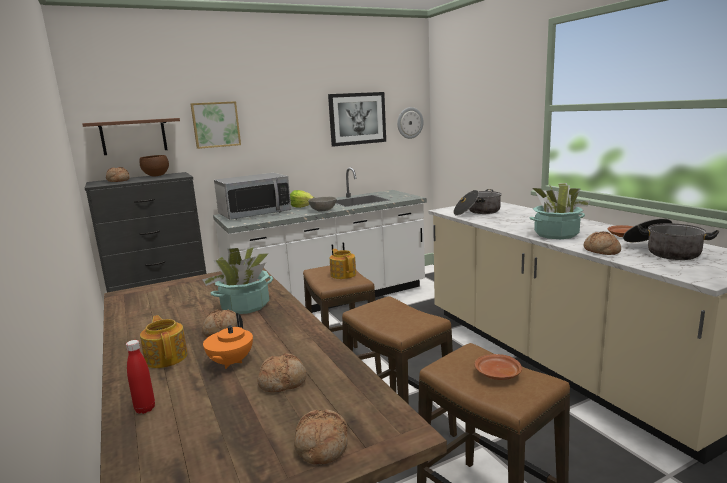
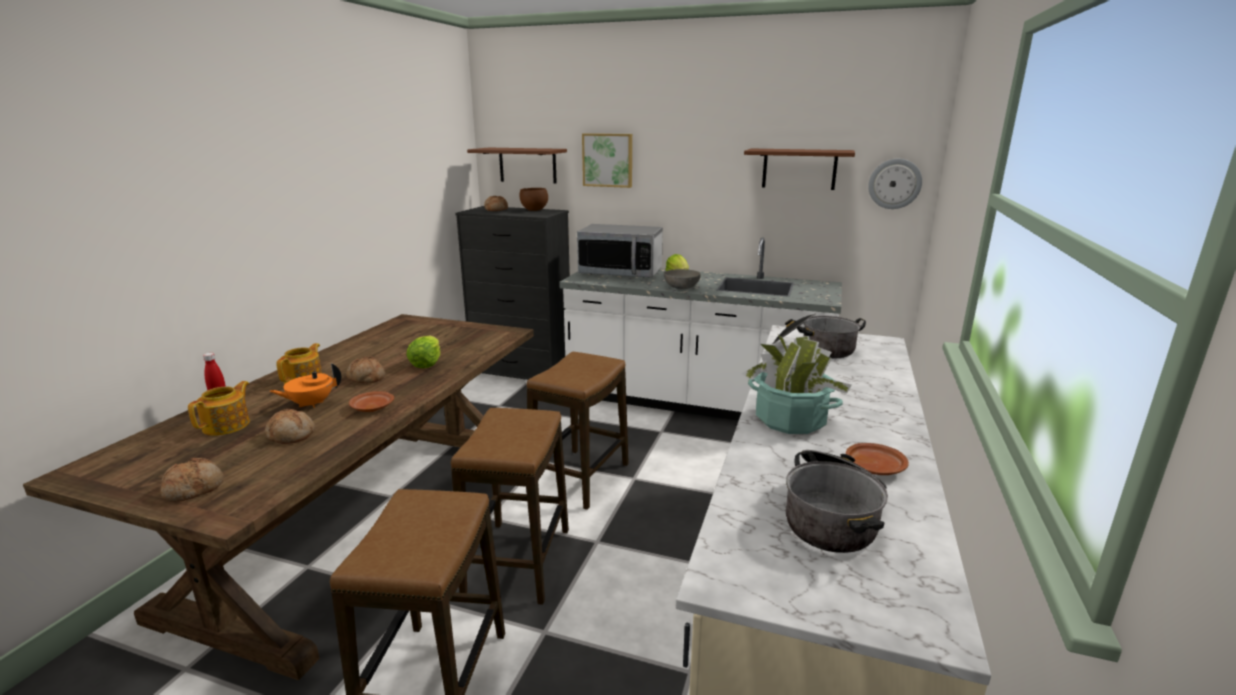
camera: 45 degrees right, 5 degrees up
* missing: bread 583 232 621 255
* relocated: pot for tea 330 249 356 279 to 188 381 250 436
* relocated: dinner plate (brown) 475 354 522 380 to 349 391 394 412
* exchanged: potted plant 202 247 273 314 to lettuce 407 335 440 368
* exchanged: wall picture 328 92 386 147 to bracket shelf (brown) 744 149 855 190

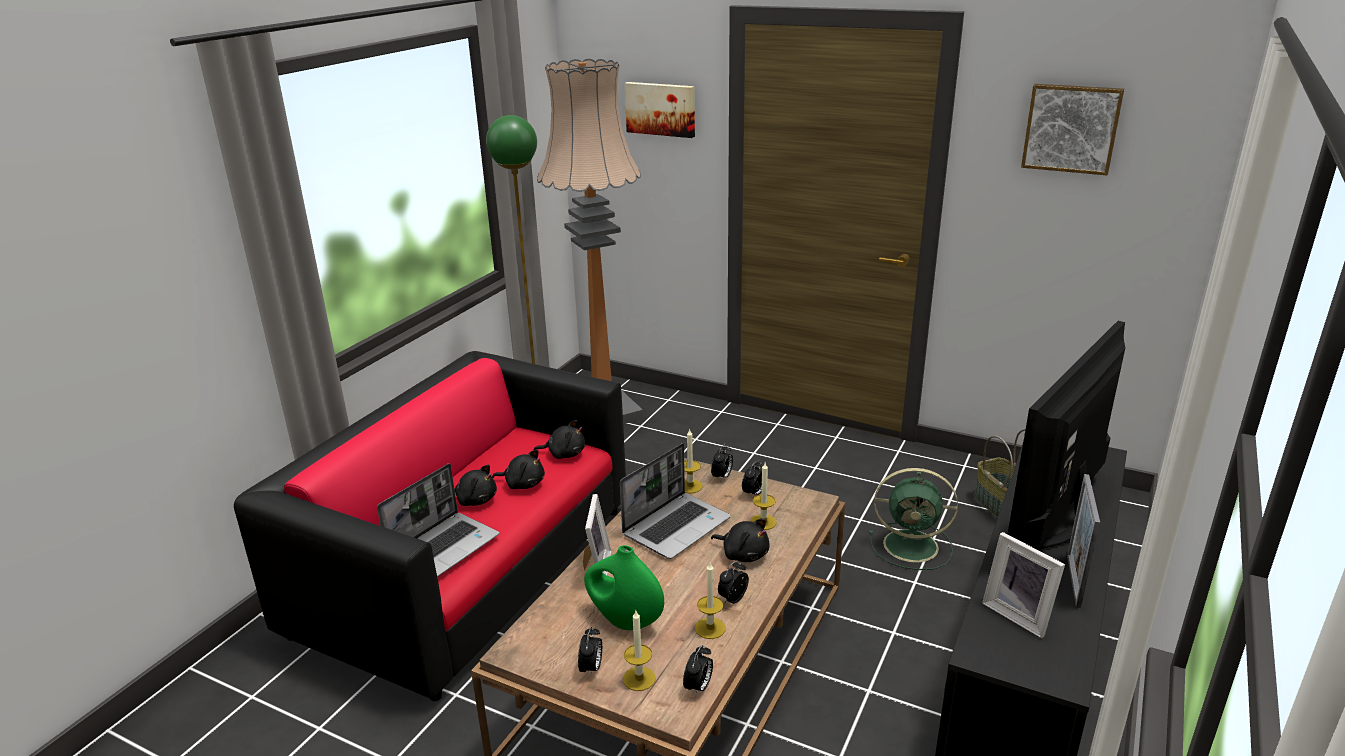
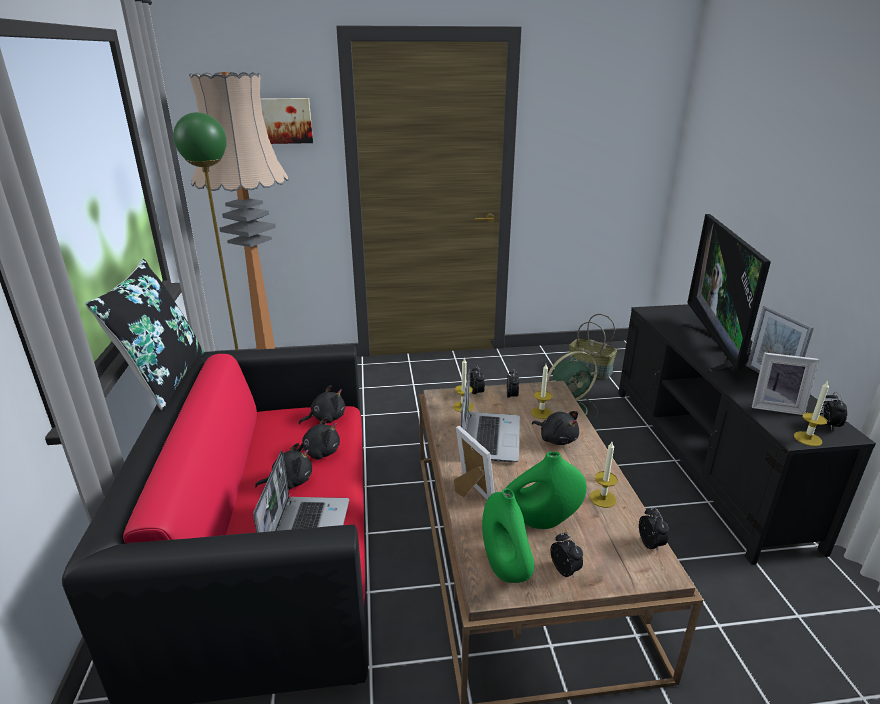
camera: 35 degrees left, 0 degrees up
* missing: wall picture 1021 84 1124 175
* appeared: throw pillow (black-coloured) 85 259 204 411
* appeared: decorative vase (green) 482 488 534 583
* relocated: wax candle 623 611 656 691 to 794 381 829 446
* relocated: alarm clock 718 560 749 604 to 820 392 847 430
* spun: cuddly toy (black-coloured) 711 519 770 562 = 532 411 579 445 45 degrees clockwise

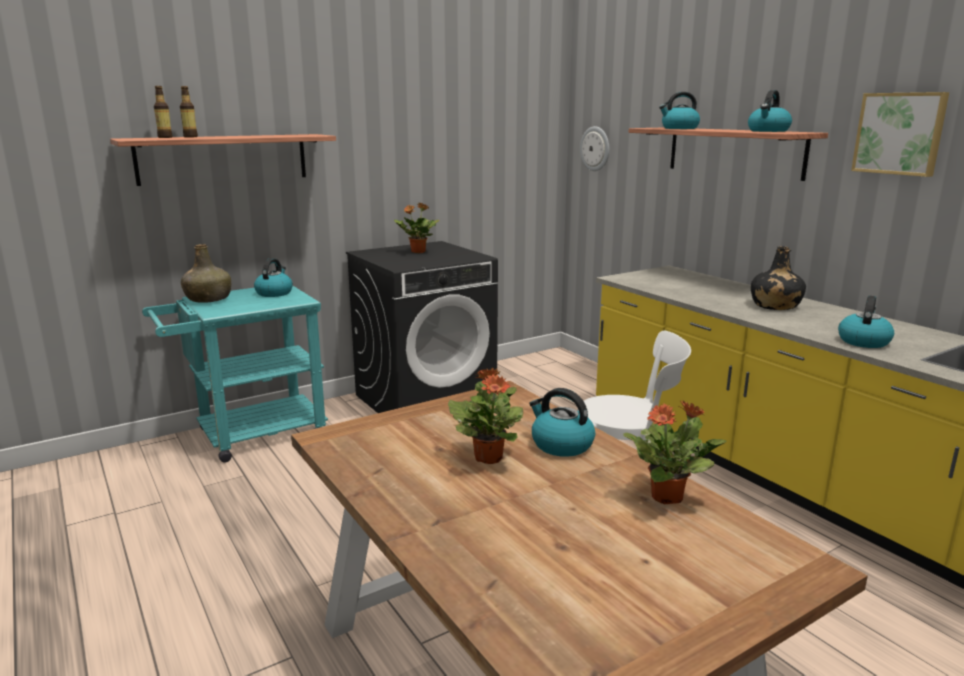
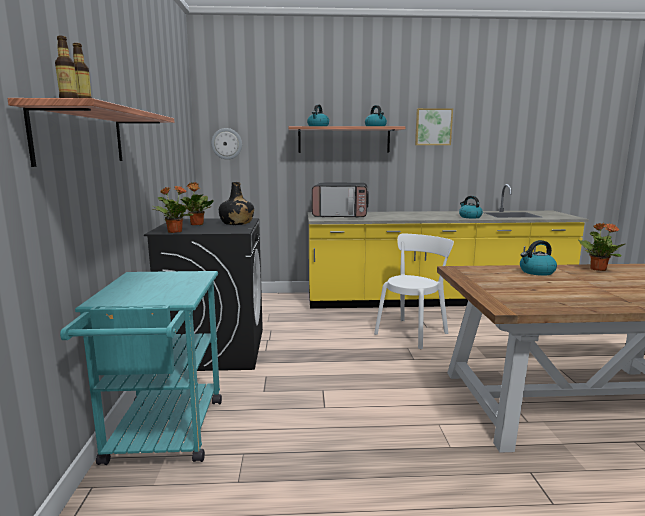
camera: 60 degrees left, 5 degrees down
* missing: bottle (green) 181 244 231 303
* missing: water kettle 254 258 293 297
* appeared: microwave 312 182 369 218
* relocated: potted plant 448 368 523 464 to 153 186 193 233
* relocated: bottle (black-coloured) 751 246 806 310 to 219 182 254 225

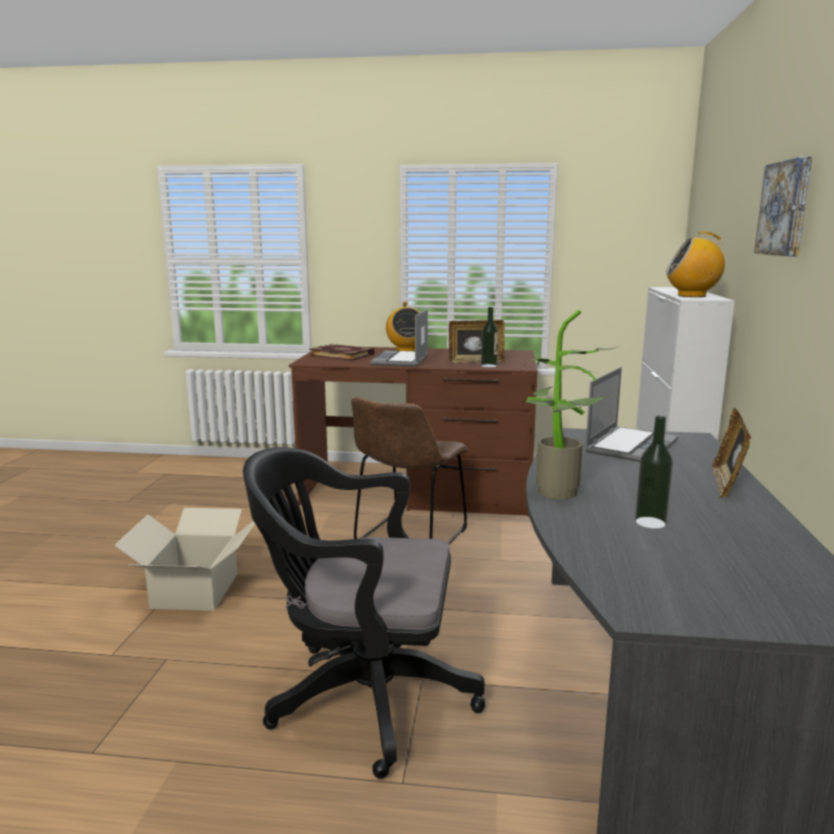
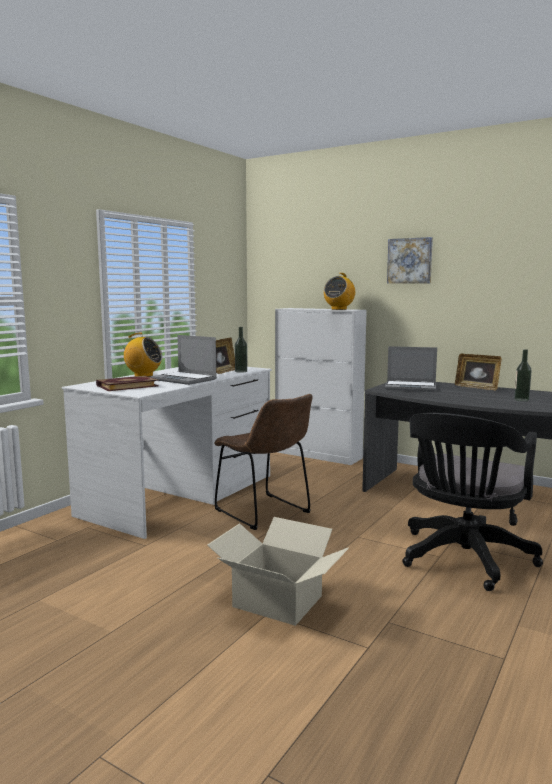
camera: 65 degrees left, 5 degrees down
* missing: potted plant 522 310 619 499
* colour: desk (brown) 289 346 538 517 to desk (whitish) 62 367 272 539
* spun: notebook computer 585 367 678 462 = 385 346 437 392 135 degrees clockwise

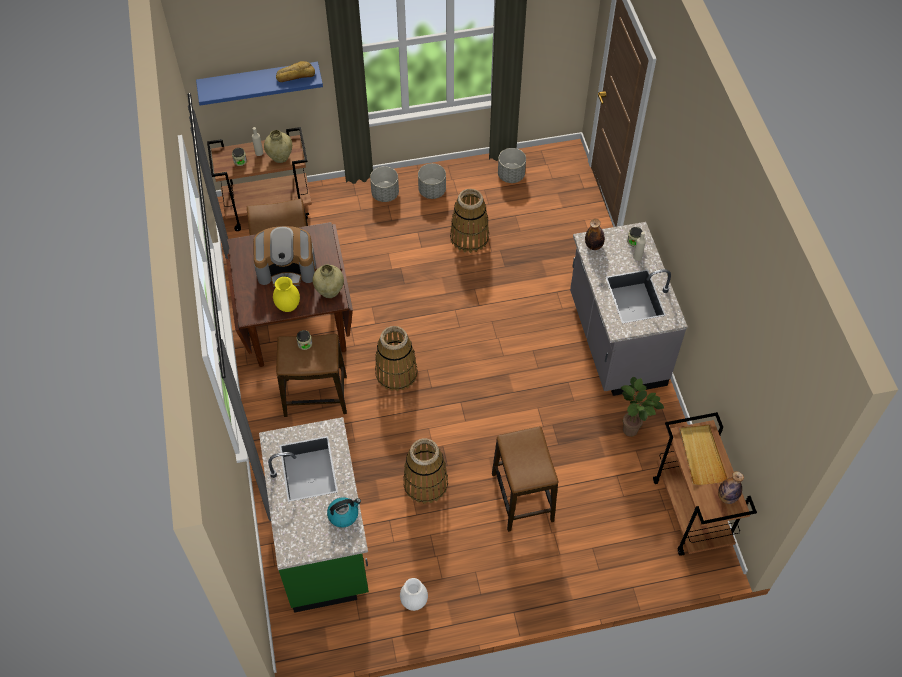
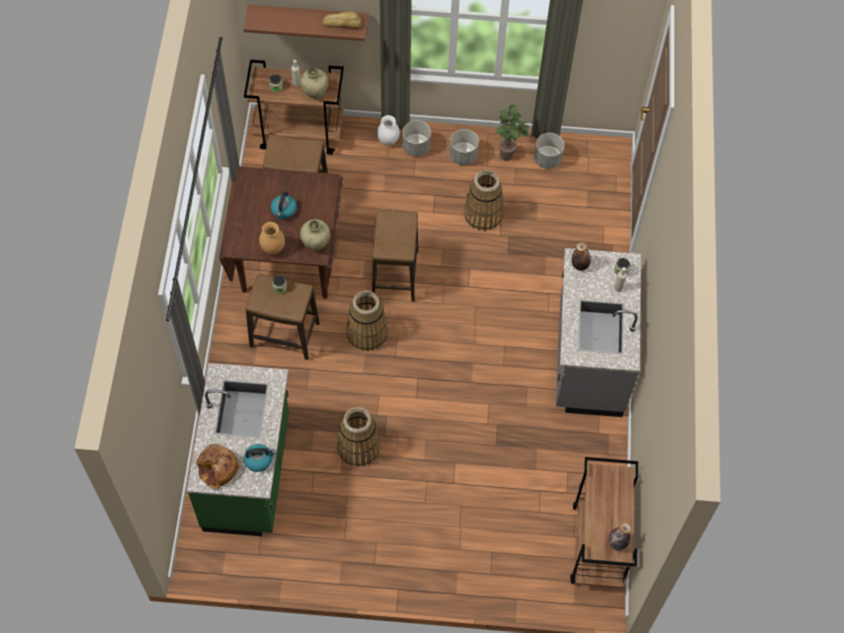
camera: 15 degrees right, 5 degrees up
* missing: tray (beige-coloured) 679 424 728 485
* appeared: bread 196 444 240 490
* relocated: decorative vase (whitish) 400 578 428 611 to 377 115 400 146
* relocated: stool 492 426 558 532 to 372 210 418 301
* relocated: potted plant 621 377 664 437 to 495 105 530 161
* exchanged: coffee brewer 253 226 316 287 to water kettle 271 191 297 219
* colour: bracket shelf (blue) 196 62 323 106 to bracket shelf (brown) 243 4 368 41
* colour: decorative vase (yellowish) 273 277 300 312 to decorative vase (brown) 259 222 285 255

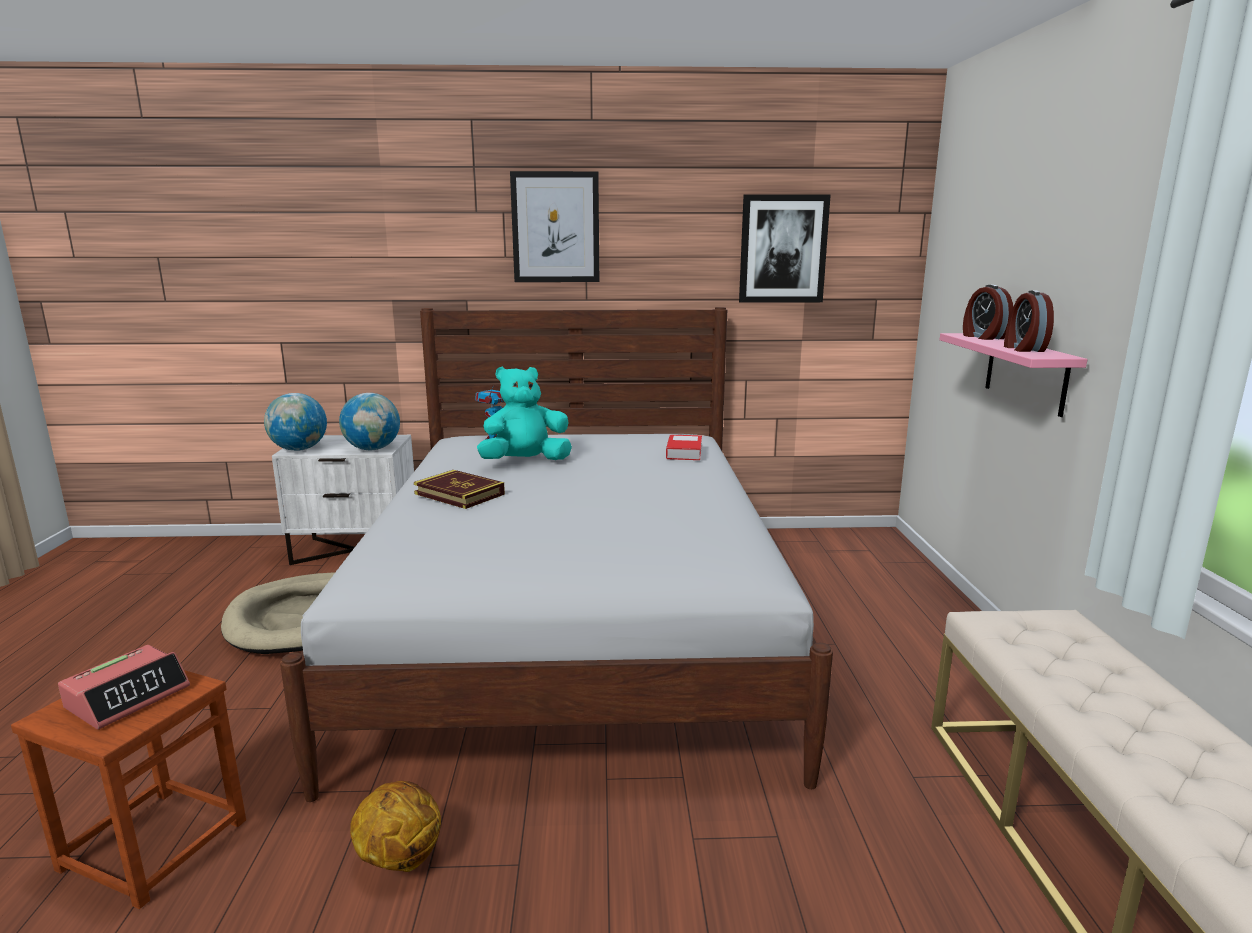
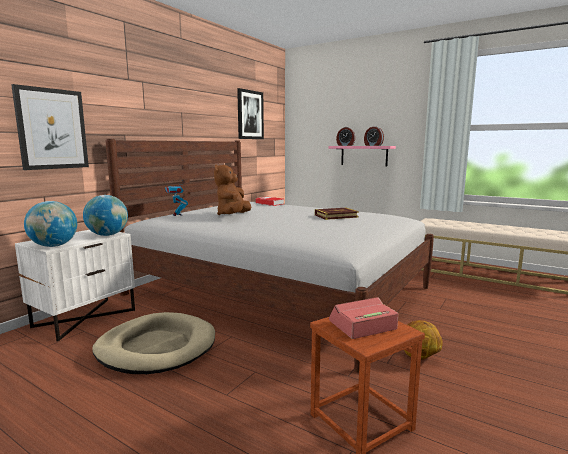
camera: 55 degrees left, 5 degrees down
* relocated: book 414 470 505 509 to 315 208 359 220
* relocated: wall picture 510 171 599 282 to 11 84 89 170
* colour: cuddly toy (blue-green) 477 367 572 460 to cuddly toy (brown) 214 164 251 215
* spun: alarm clock 58 645 190 729 = 329 297 398 339 90 degrees counterclockwise

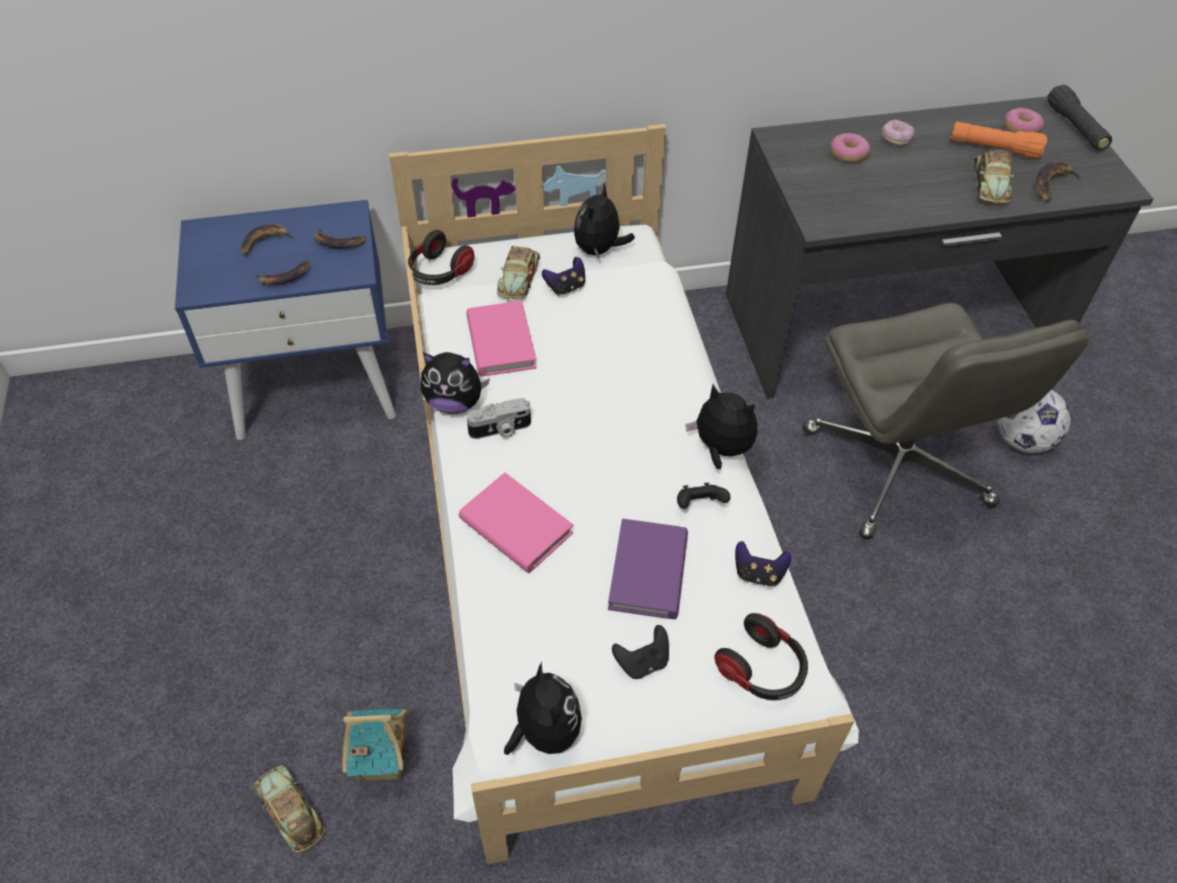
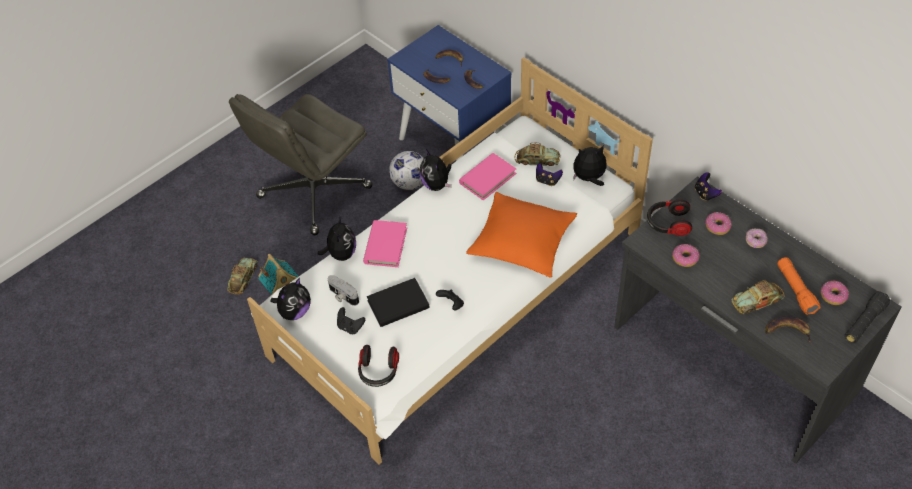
camera: 60 degrees right, 0 degrees up
* appeared: throw pillow (orangey) 466 192 577 278
* appeared: ring doughnut 672 244 700 267
* relocated: headphones 408 230 474 285 to 647 199 692 236
* relocated: photo camera 466 398 531 439 to 328 275 359 306
* relocated: cuddly toy 686 384 758 469 to 318 217 356 261
* relocated: game controller 735 541 791 587 to 695 172 722 201
* relocated: desk chair (gray) 803 303 1089 539 to 229 94 373 235
* relocated: football 998 390 1071 453 to 389 151 424 190
* colour: book (purple-coloured) 608 519 688 619 to book (black-coloured) 367 278 430 327
* spun: model car 497 246 540 299 = 515 143 560 166 150 degrees counterclockwise

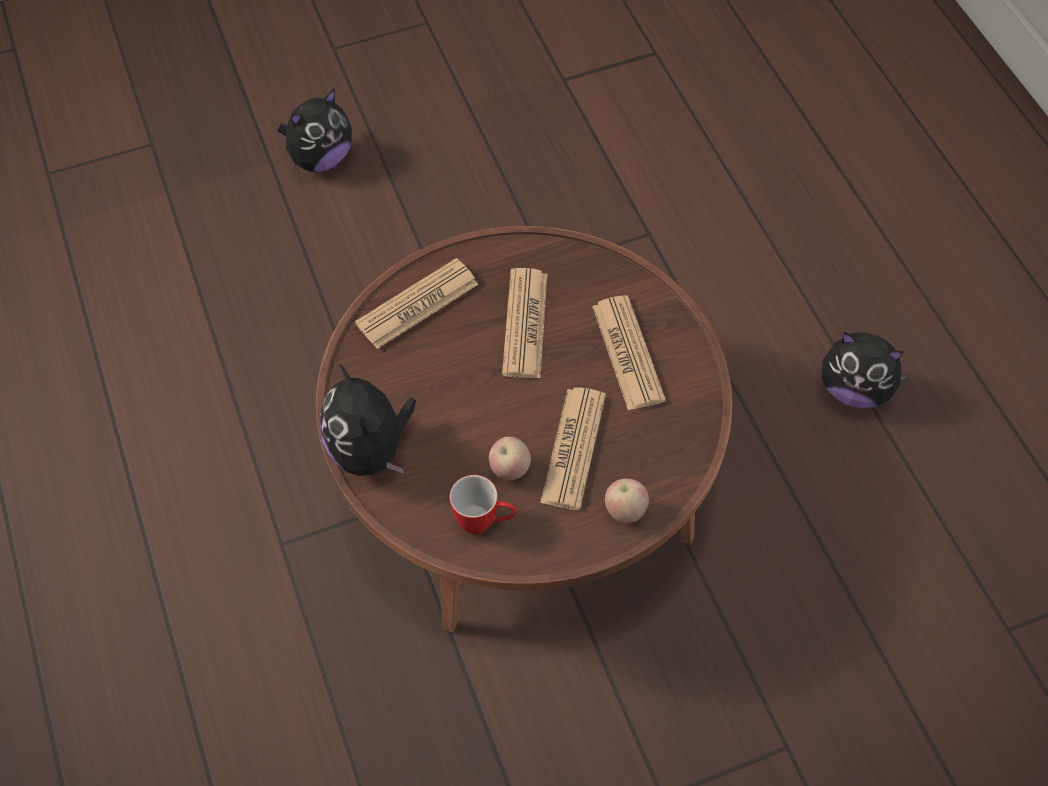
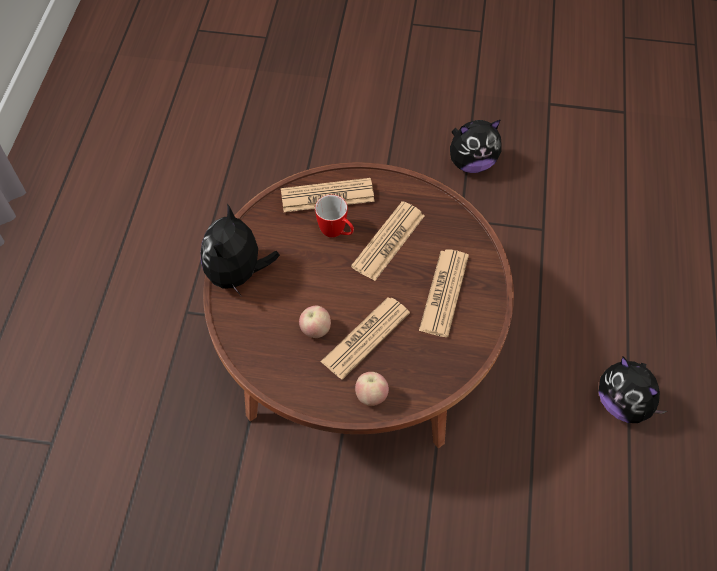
camera: 30 degrees right, 0 degrees up
* relocated: cuddly toy 278 88 352 172 to 450 119 502 173
* relocated: coffee mug 450 475 517 534 to 315 195 354 238

